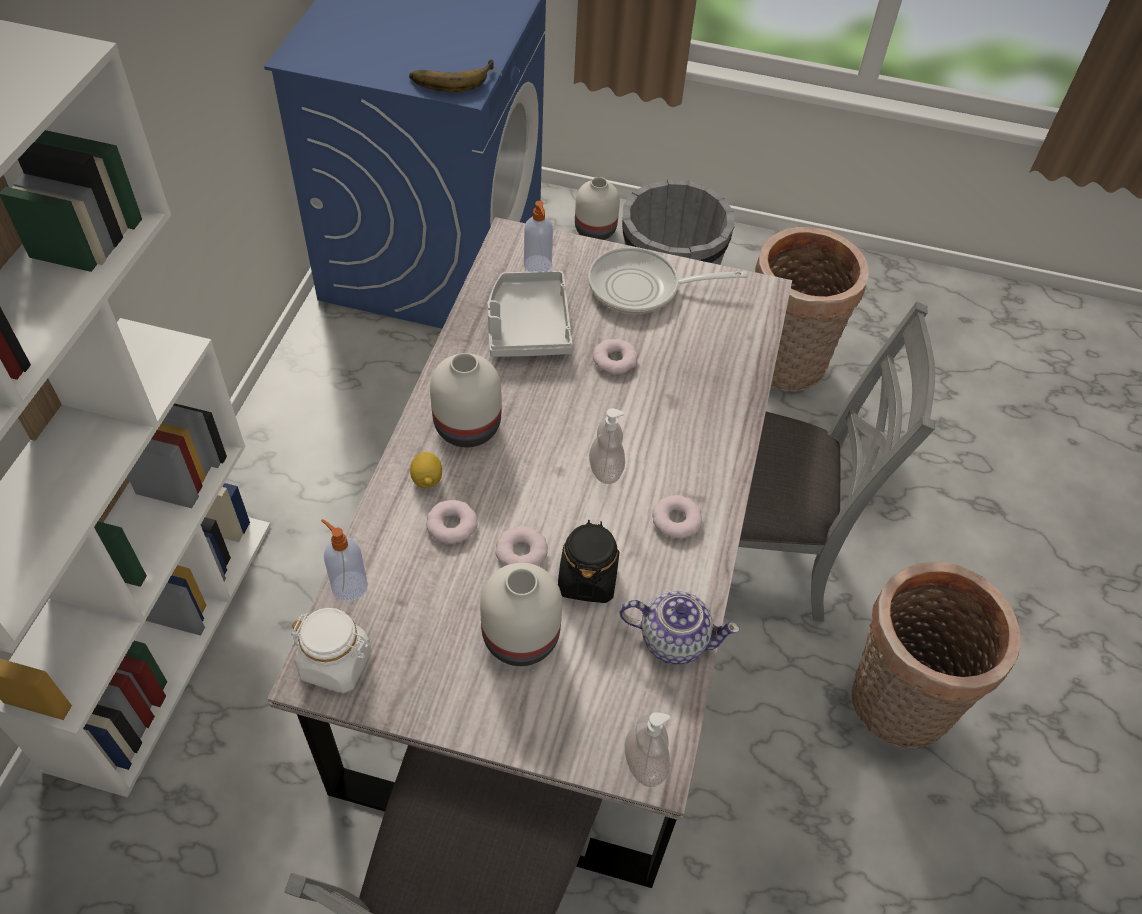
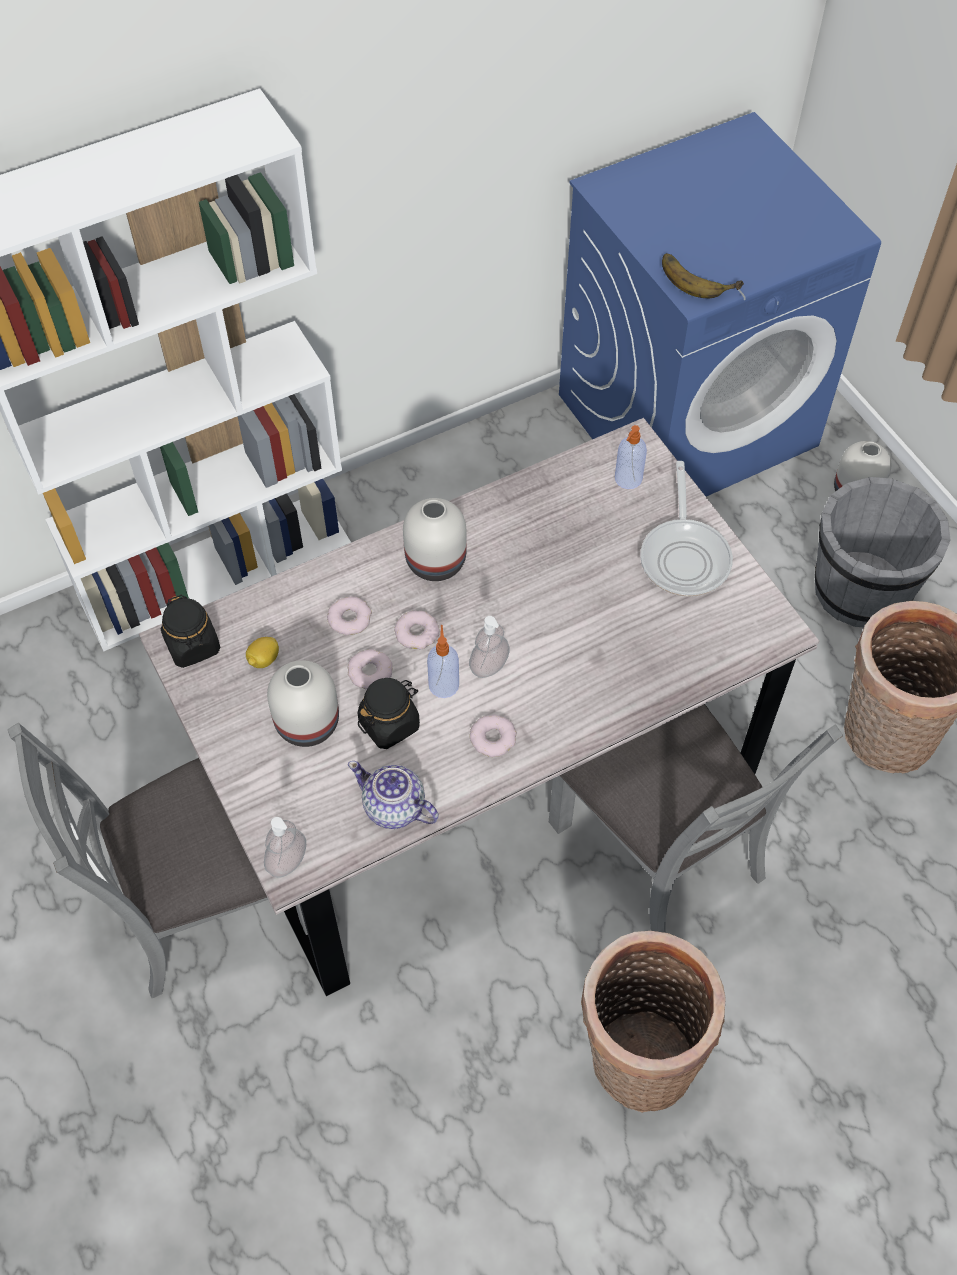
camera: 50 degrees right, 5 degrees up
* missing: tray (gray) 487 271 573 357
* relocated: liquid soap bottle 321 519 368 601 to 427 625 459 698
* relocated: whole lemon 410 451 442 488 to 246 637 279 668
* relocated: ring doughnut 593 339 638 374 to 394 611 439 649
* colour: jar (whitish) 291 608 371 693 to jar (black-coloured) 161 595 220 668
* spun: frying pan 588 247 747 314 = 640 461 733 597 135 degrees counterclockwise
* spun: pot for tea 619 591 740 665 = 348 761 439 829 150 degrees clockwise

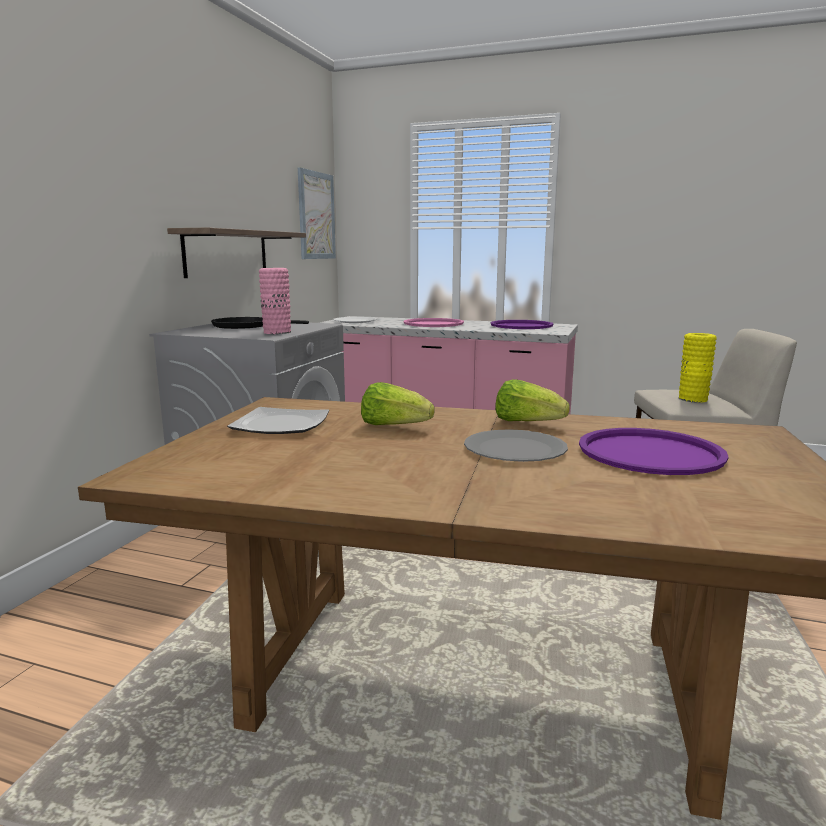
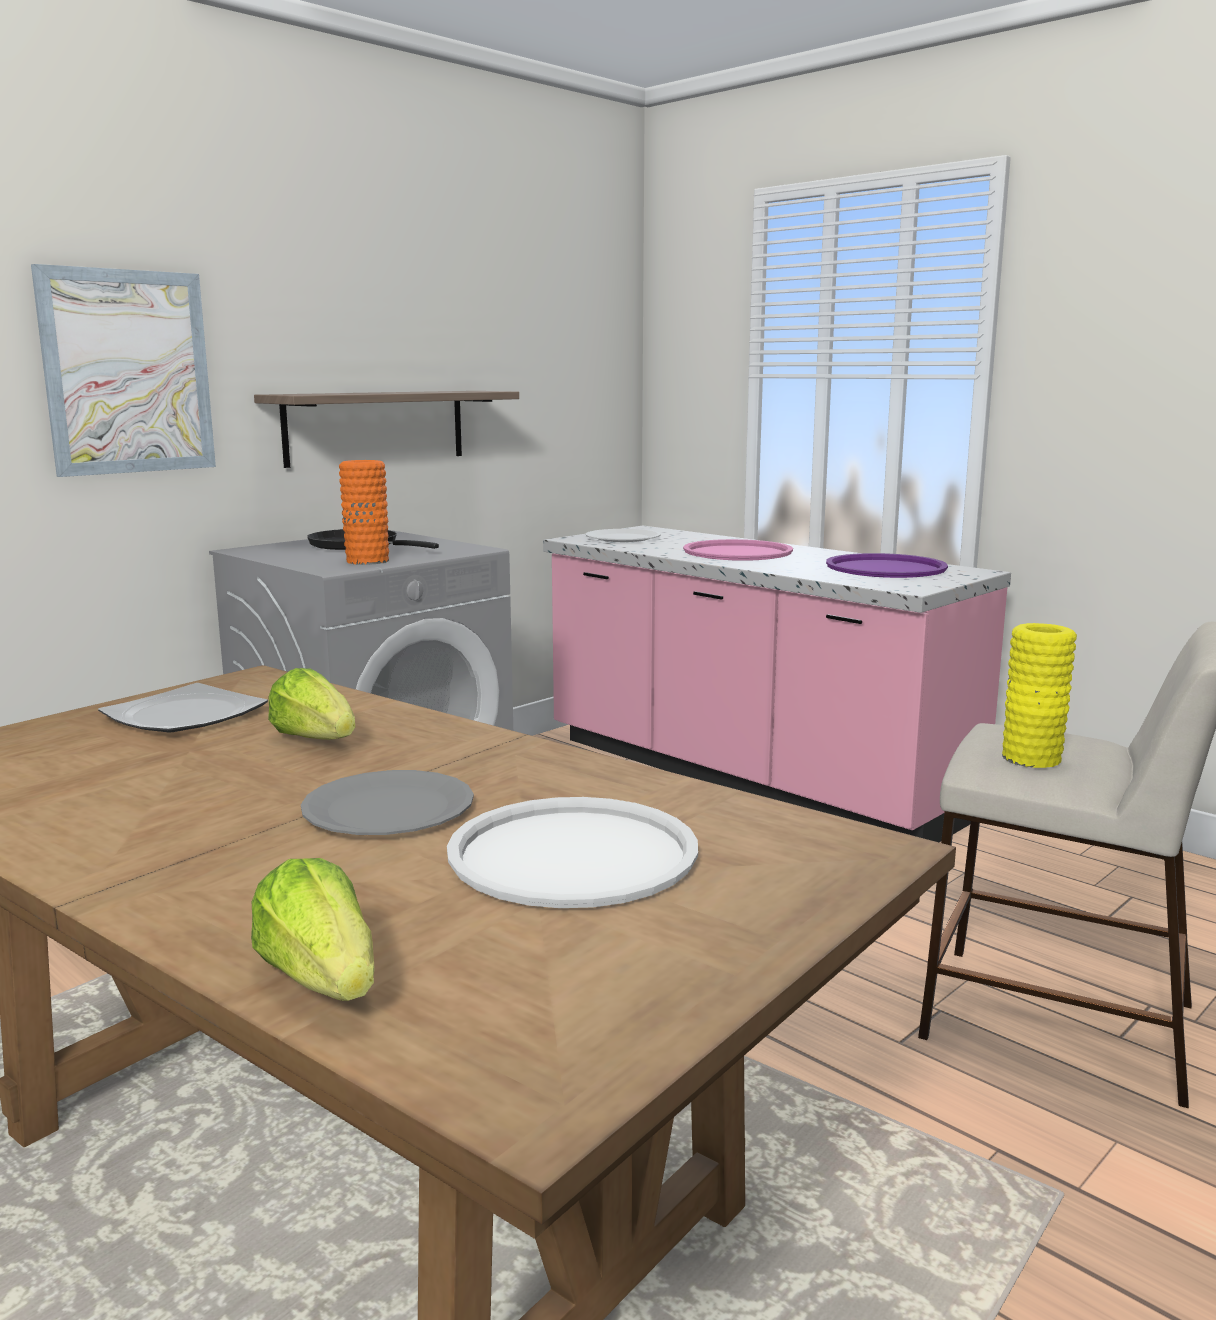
camera: 25 degrees right, 0 degrees up
* relocated: wall picture 298 168 336 259 to 31 264 216 477
* relocated: lettuce 495 379 570 421 to 251 858 375 1001
* colour: decorative vase (pink-coloured) 259 268 291 334 to decorative vase (orangey) 339 460 389 565
* colour: tray (purple-coloured) 579 428 728 475 to tray (whitish) 447 797 698 908

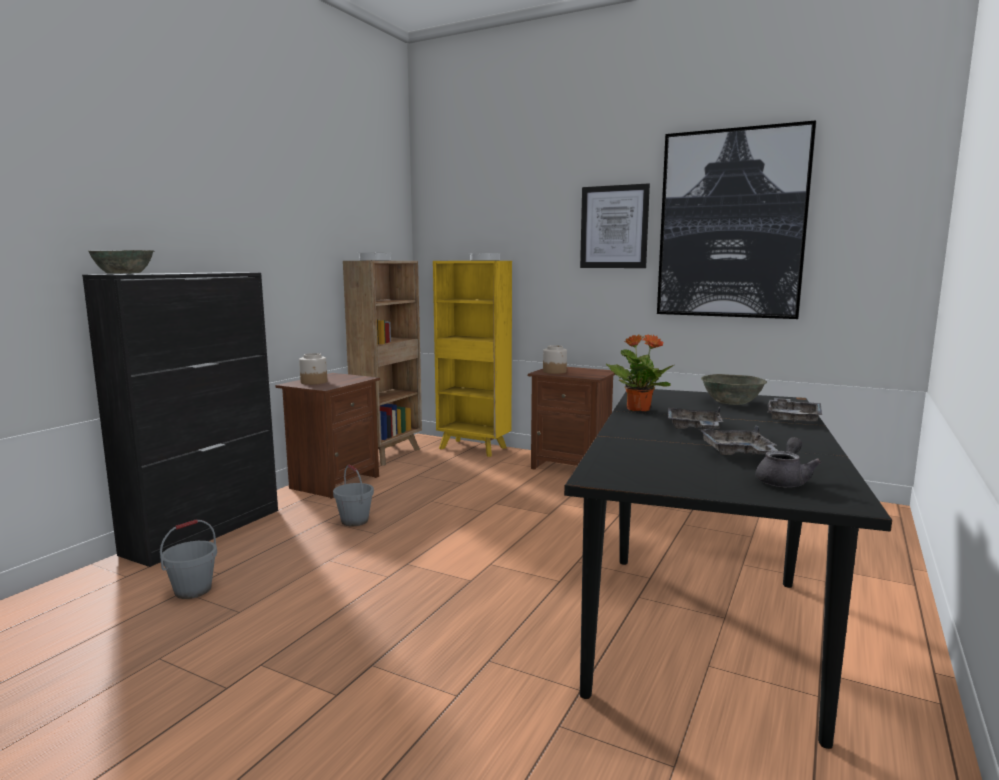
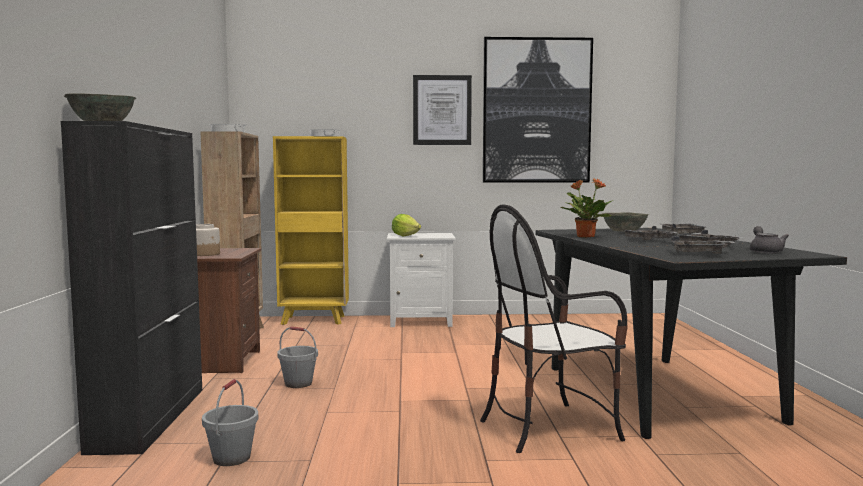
camera: 30 degrees left, 5 degrees down
* appeared: chair 480 204 628 453
* appeared: tray (gray) 671 236 735 254
* exchanged: jar 543 345 567 374 to lettuce 392 214 421 236
* colour: bedside table (brown) 528 367 615 470 to bedside table (whitish) 387 233 456 327

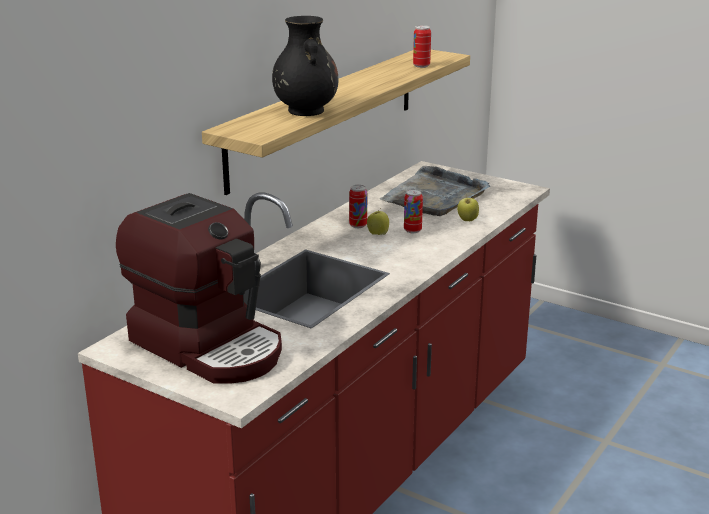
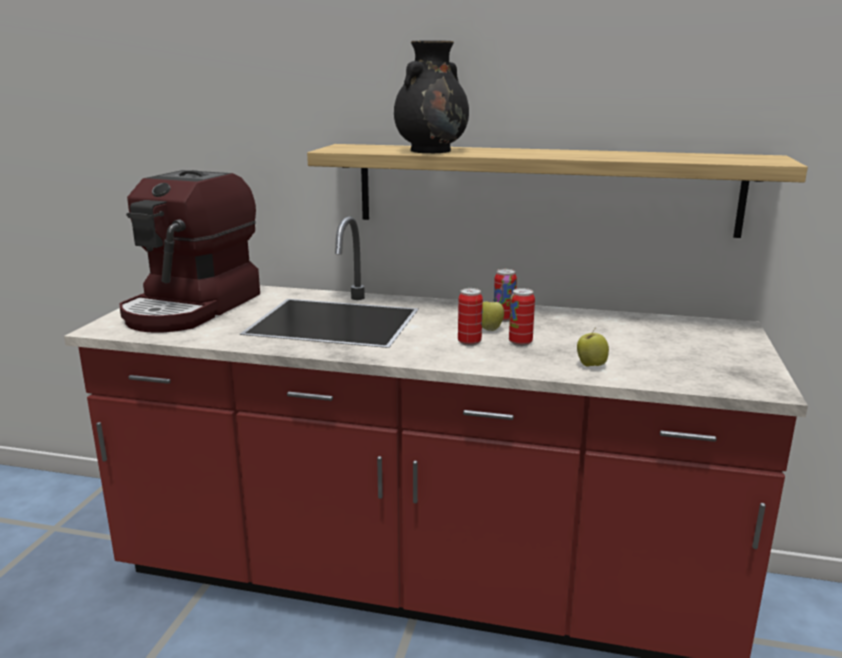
camera: 70 degrees right, 5 degrees down
* missing: tray (gray) 380 166 490 216
* relocated: can 413 25 431 68 to 458 288 483 346

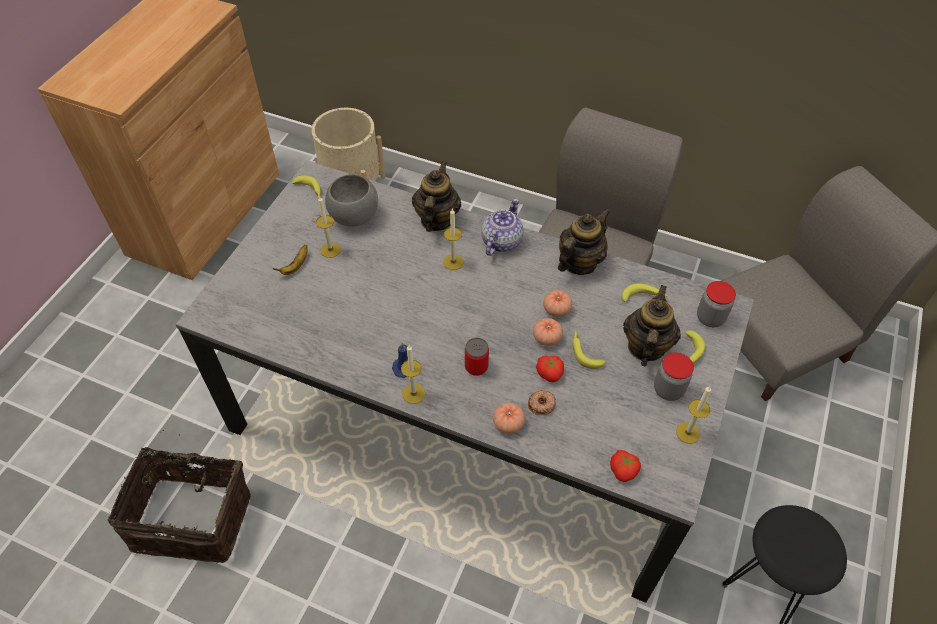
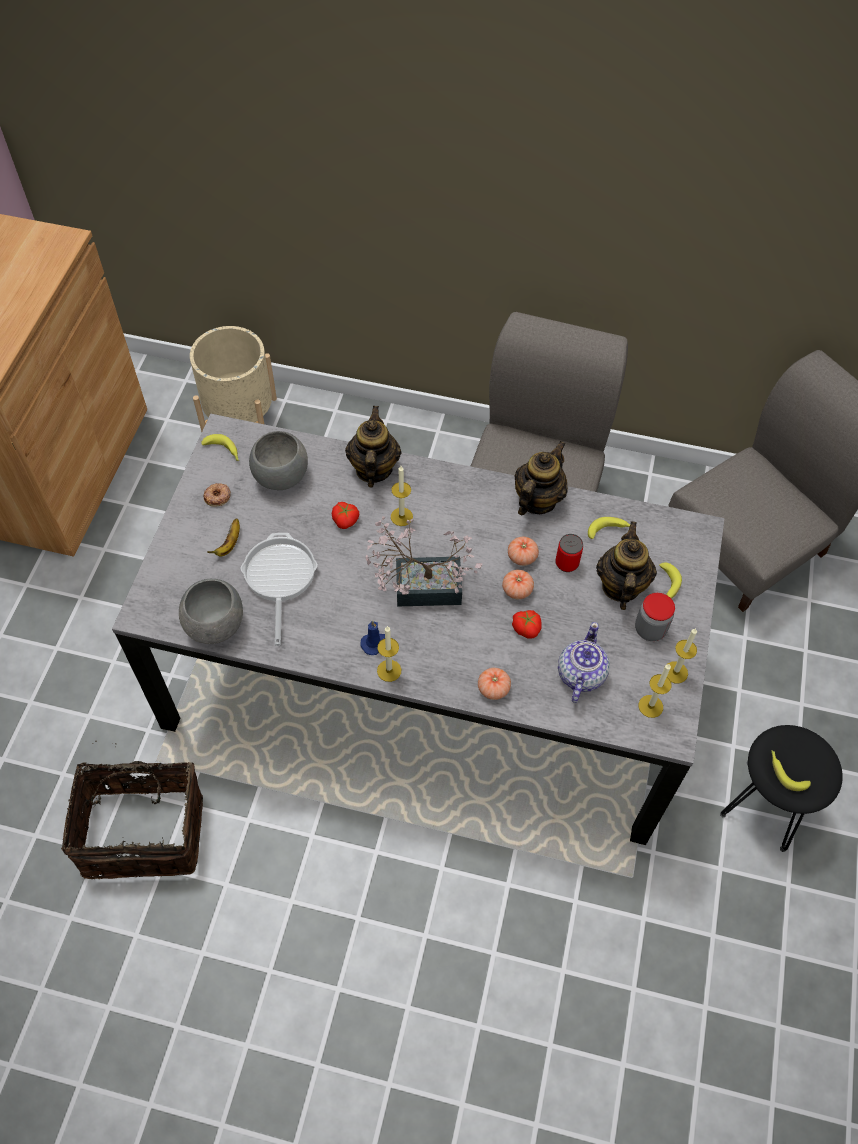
camera: 10 degrees left, 5 degrees up
* missing: jar 697 281 736 327
* appeared: bowl (gray) 179 579 243 644
* appeared: frying pan 240 533 318 646
* appeared: potted plant 365 516 482 606
* relocated: wax candle 316 196 341 258 to 638 664 672 718
* relocated: can 465 338 489 376 to 555 534 583 572
* relocated: pot for tea 481 198 523 256 to 558 622 610 703
* relocated: ring doughnut 528 390 556 415 to 204 483 231 506
* relocated: banana fruit 573 330 605 369 to 771 750 811 791
* relocated: tomato 610 450 641 482 to 332 502 359 529

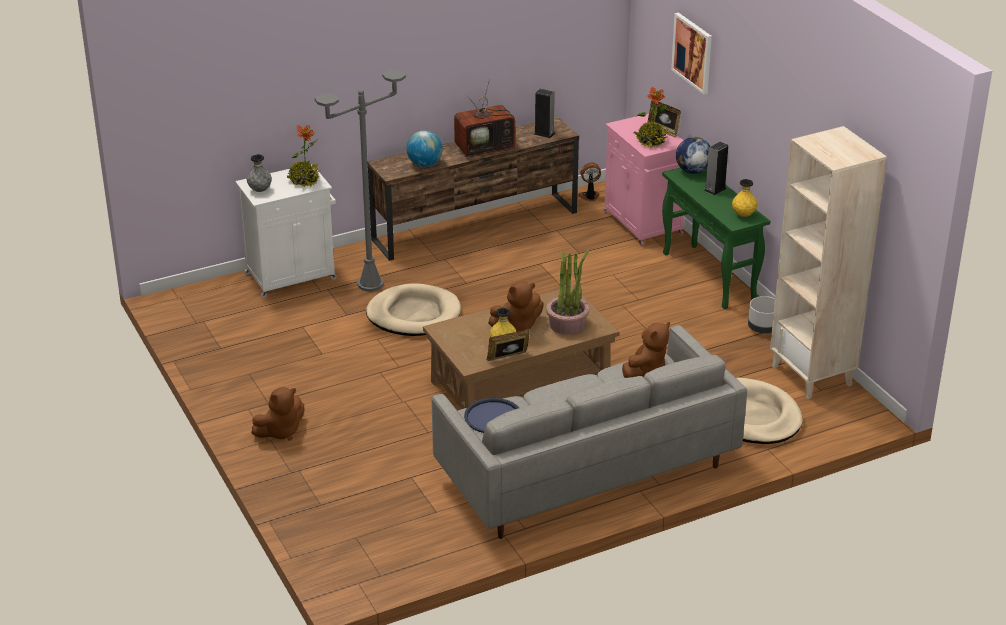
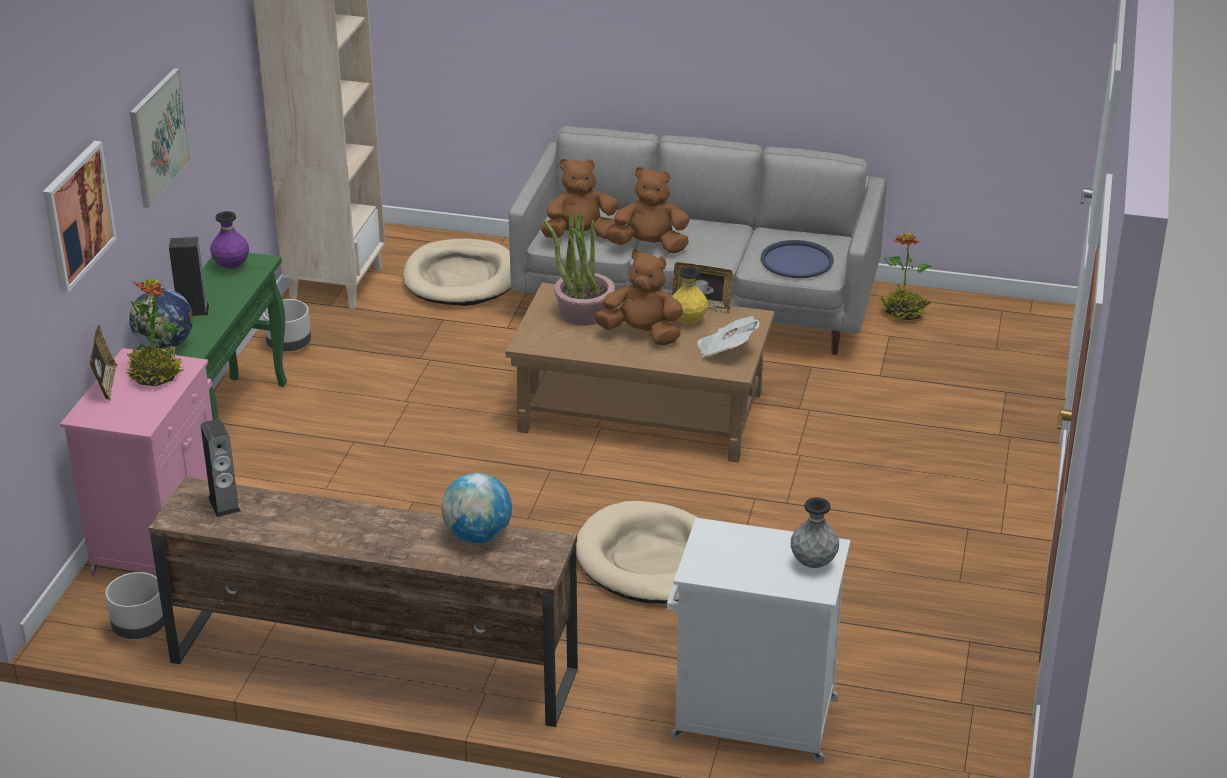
camera: 140 degrees left, 0 degrees up
* missing: standing lamp (gray) 315 69 406 291
* missing: TV set 454 80 517 158
* appeared: wall picture 130 68 191 208
* appeared: printed paper 697 316 760 357
* relocated: cuddly toy (brown) 252 387 304 441 to 606 167 689 253
* relocated: potted plant 287 125 319 187 to 879 233 931 321
* exchanged: cooling fan 578 162 601 202 to plant pot (gray) 106 572 164 639
* colour: decorative vase (yellowish) 732 179 757 217 to decorative vase (purple-coloured) 210 211 249 269

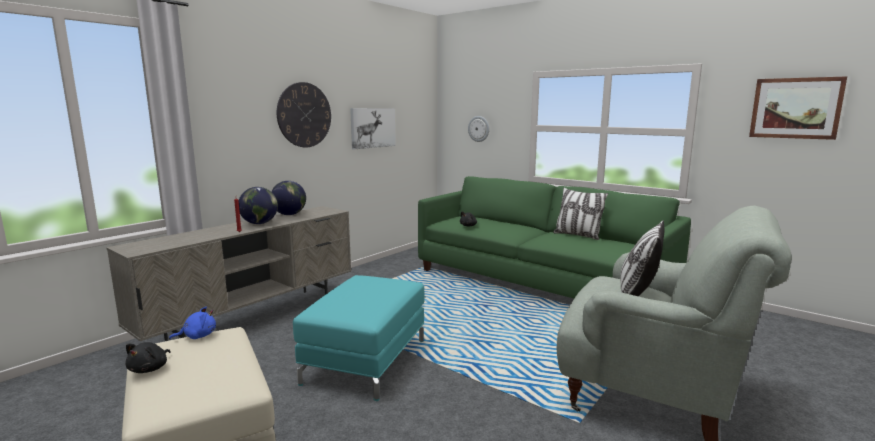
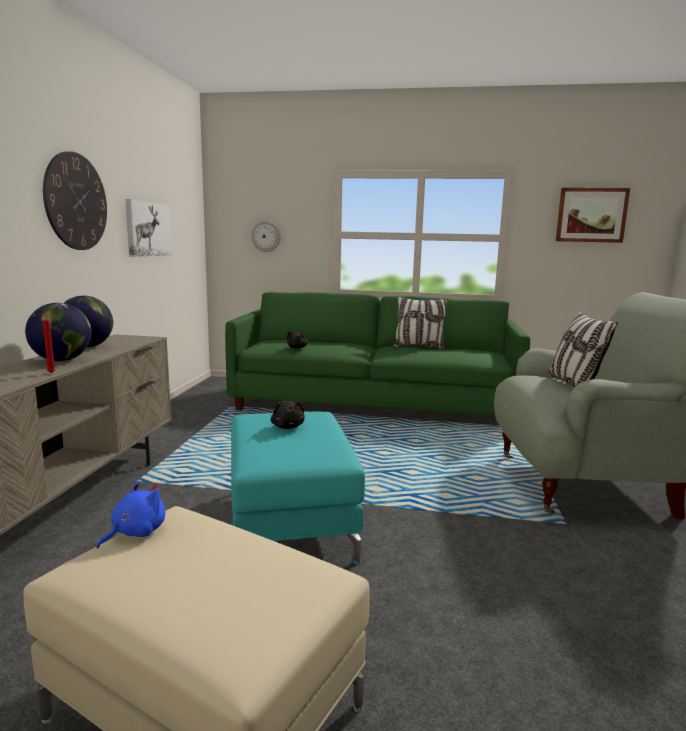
camera: 30 degrees left, 0 degrees up
* relocated: cuddly toy (black-coloured) 125 342 170 373 to 271 401 305 429

